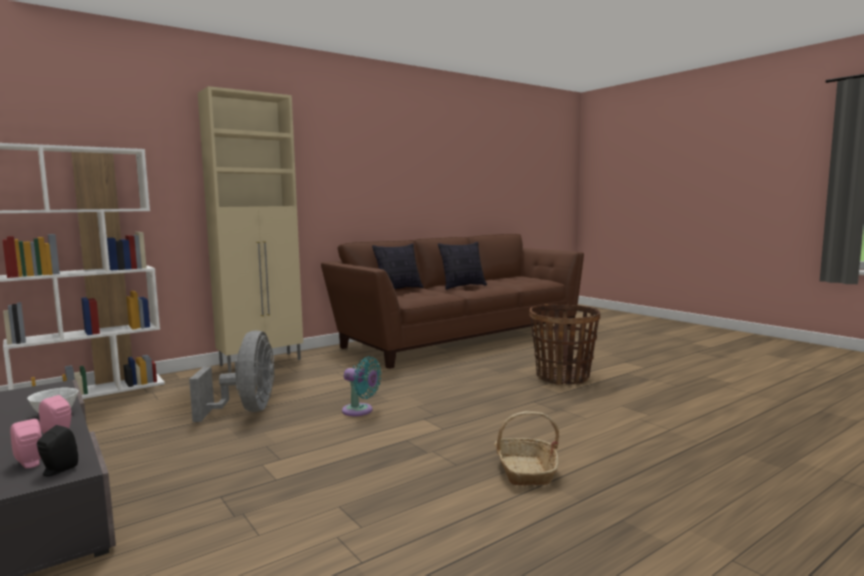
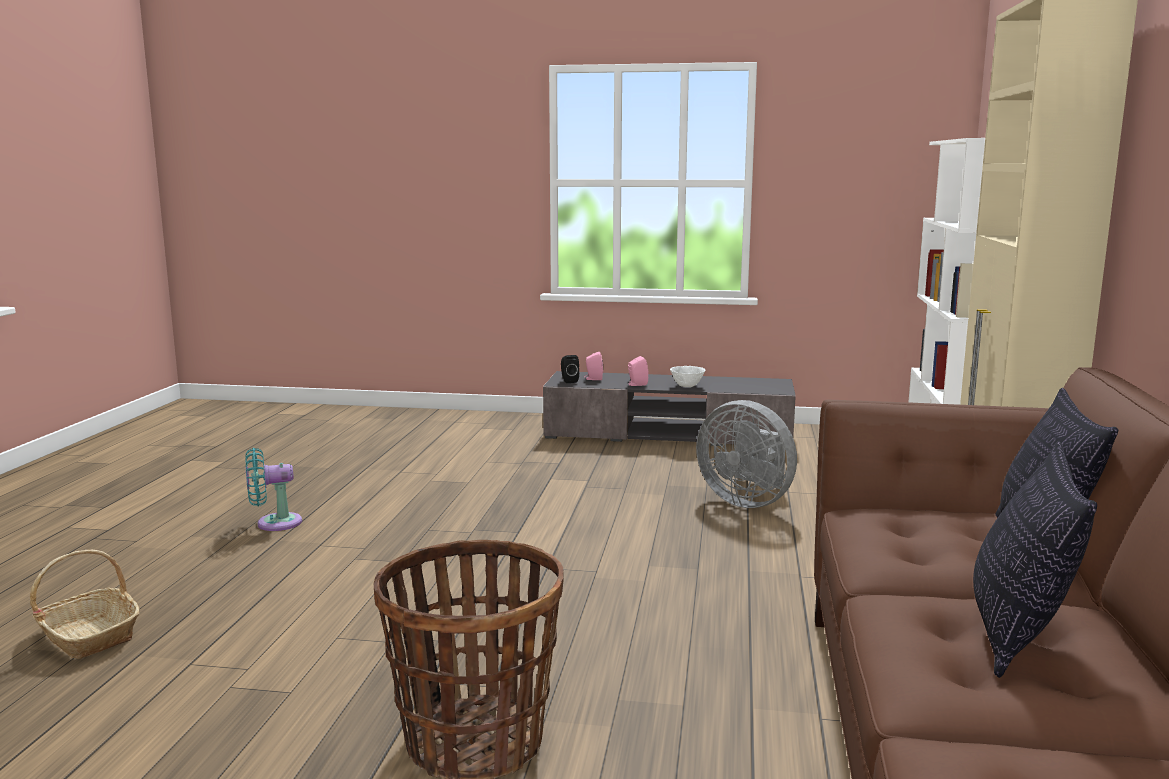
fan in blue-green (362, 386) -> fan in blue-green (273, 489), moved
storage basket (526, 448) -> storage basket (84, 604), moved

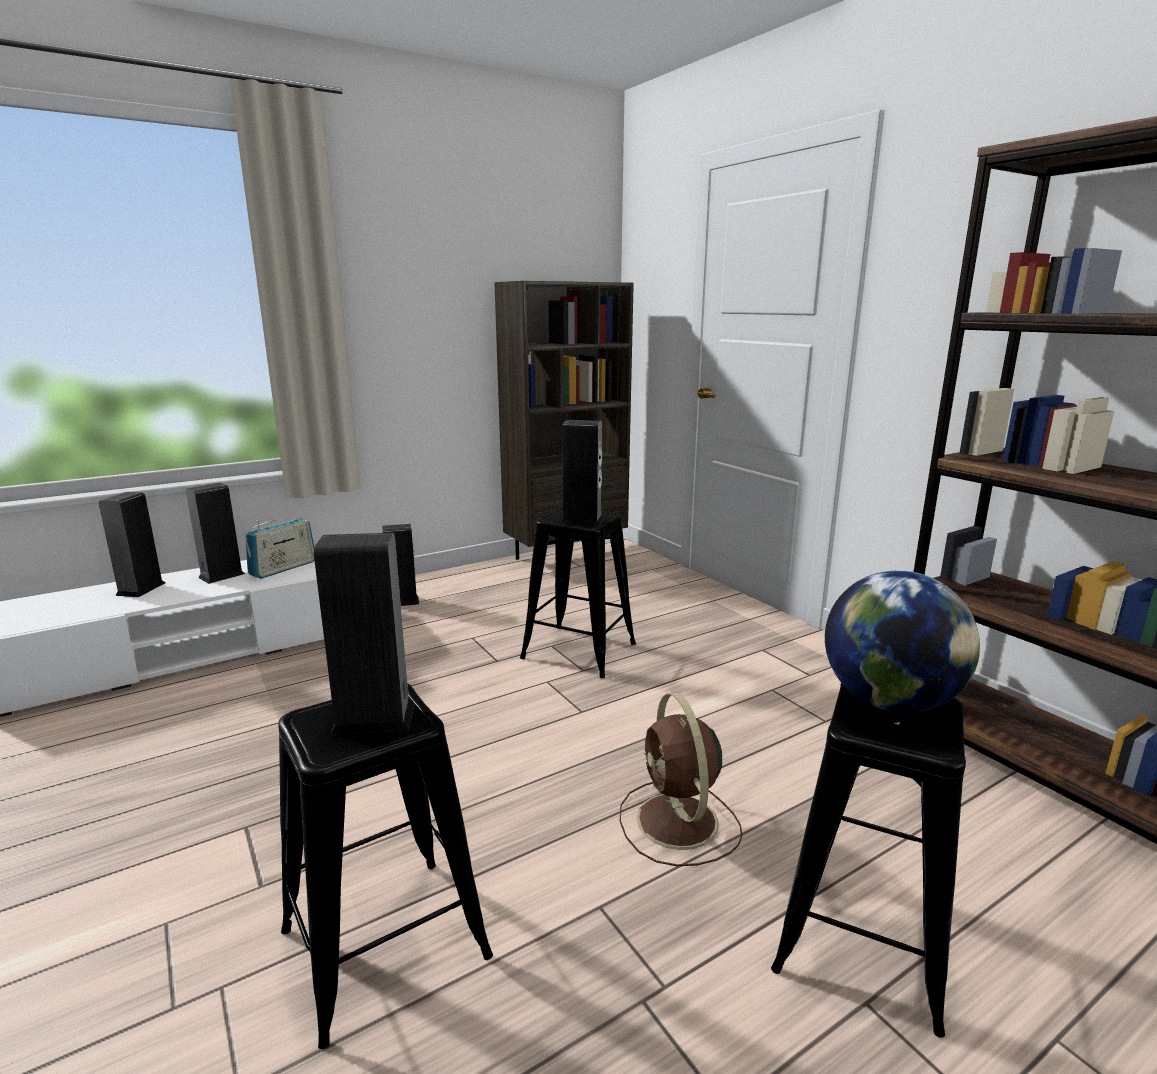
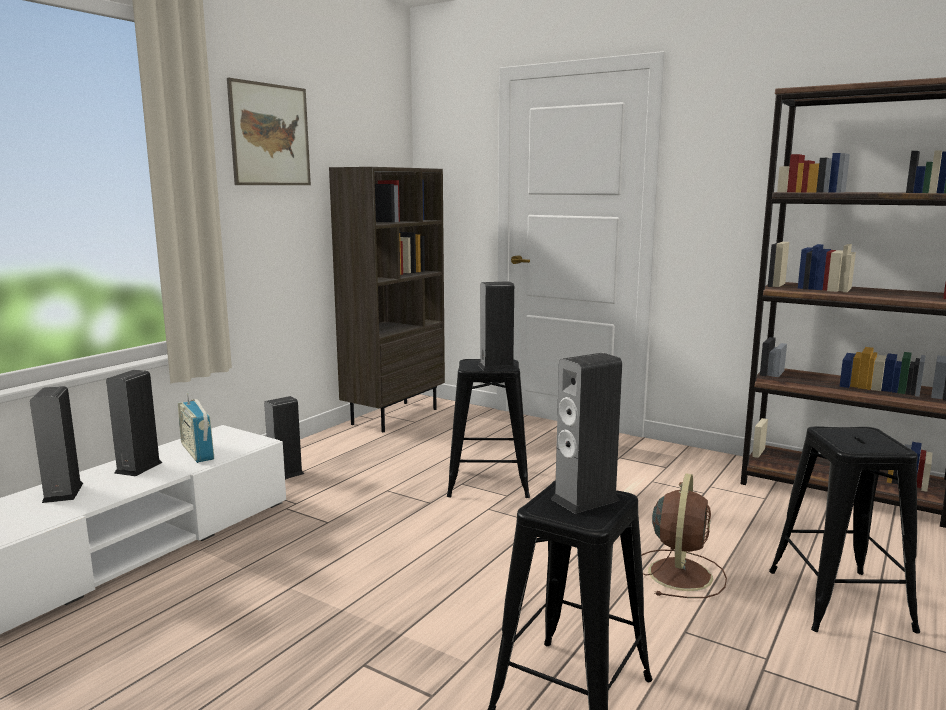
radio (279, 548) -> radio (196, 428), 135 degrees clockwise
fan in brown (681, 779) -> fan in brown (684, 535), 120 degrees counterclockwise
desk globe (902, 642) -> none
none -> wall picture (269, 131)

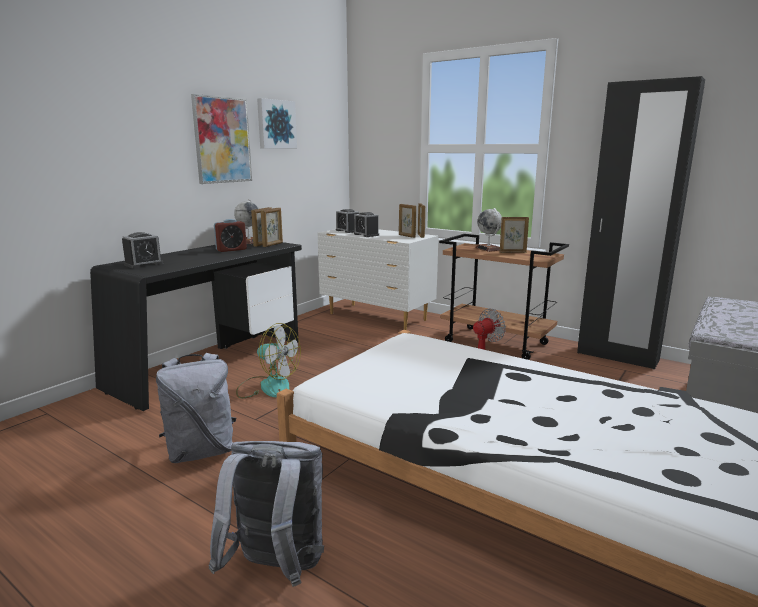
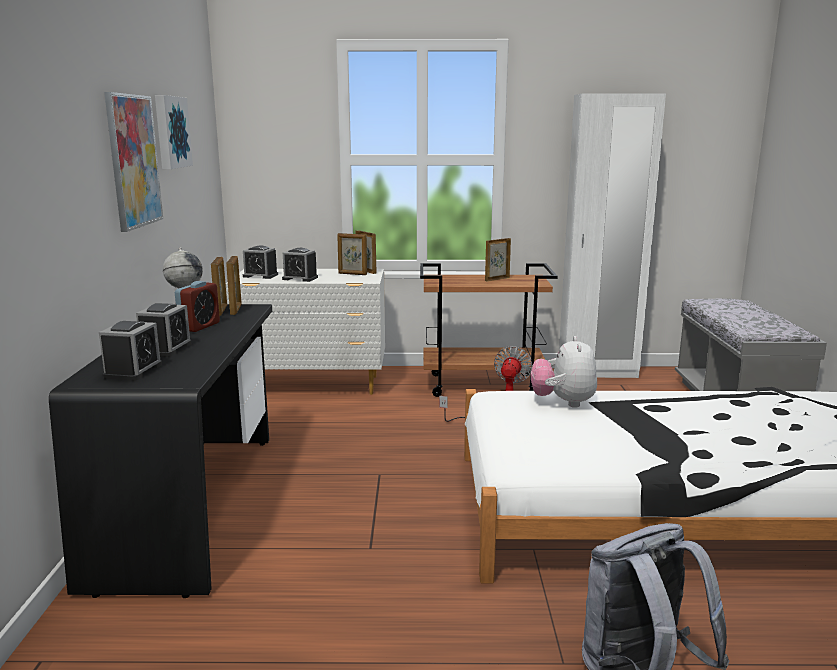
knapsack in grey (196, 408) -> none
fan (268, 360) -> none
desk globe (488, 230) -> none
clothes cupboard in black (641, 222) -> clothes cupboard in whitish (612, 236)
none -> bedside clock (163, 330)
none -> plush toy (564, 372)

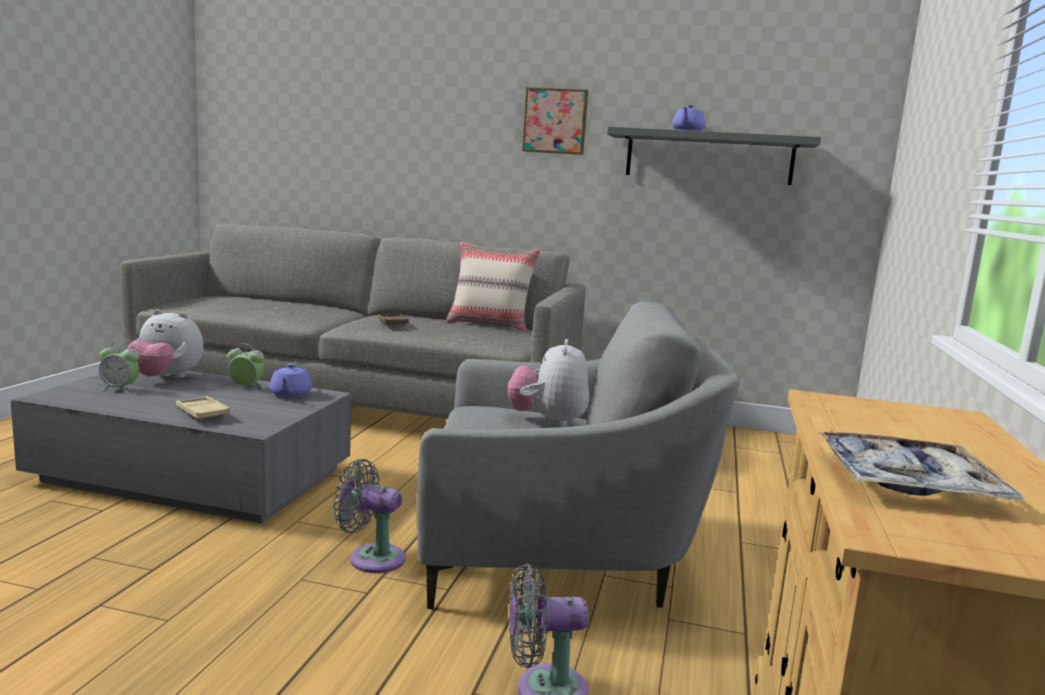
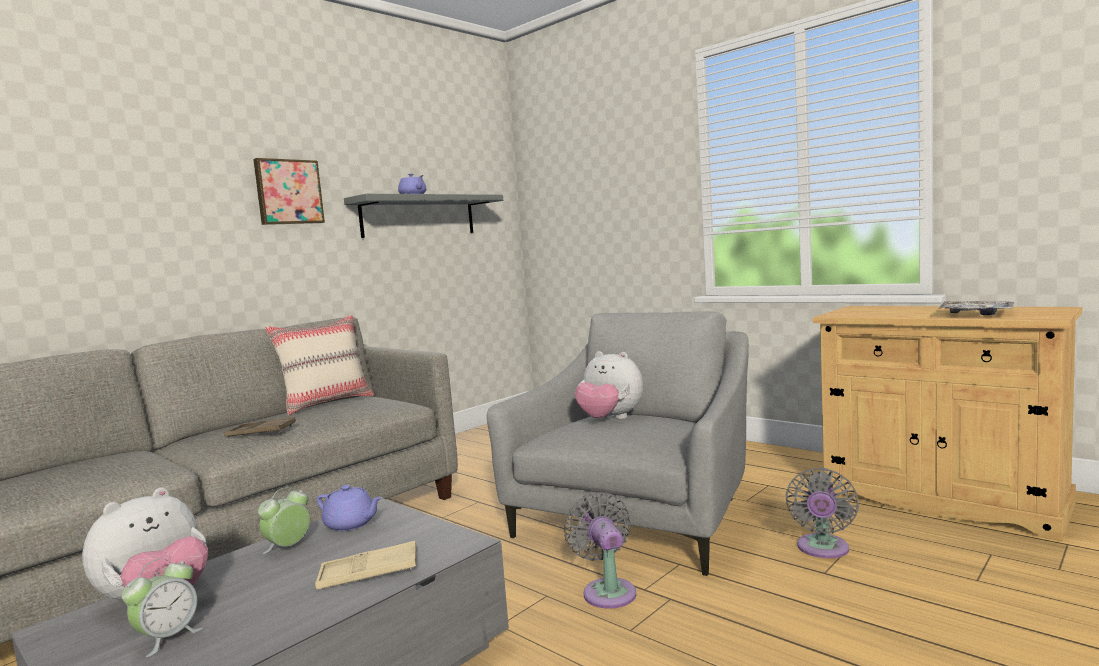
fan in grey (369, 516) -> fan in grey (600, 550), 120 degrees clockwise

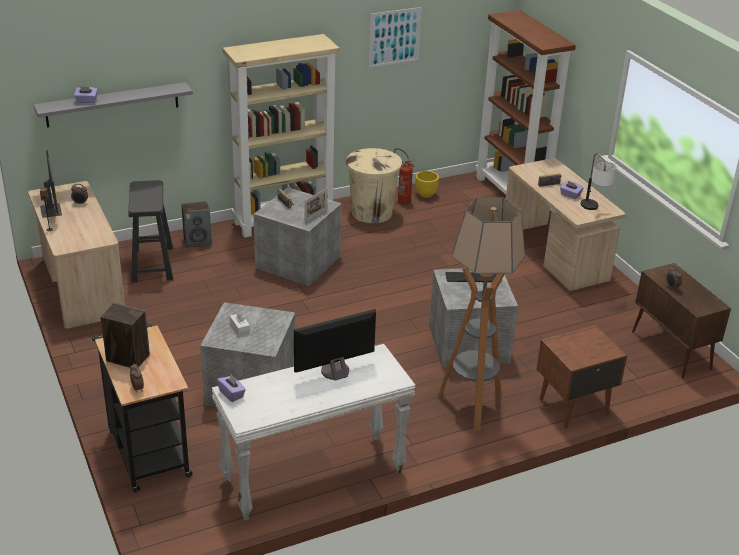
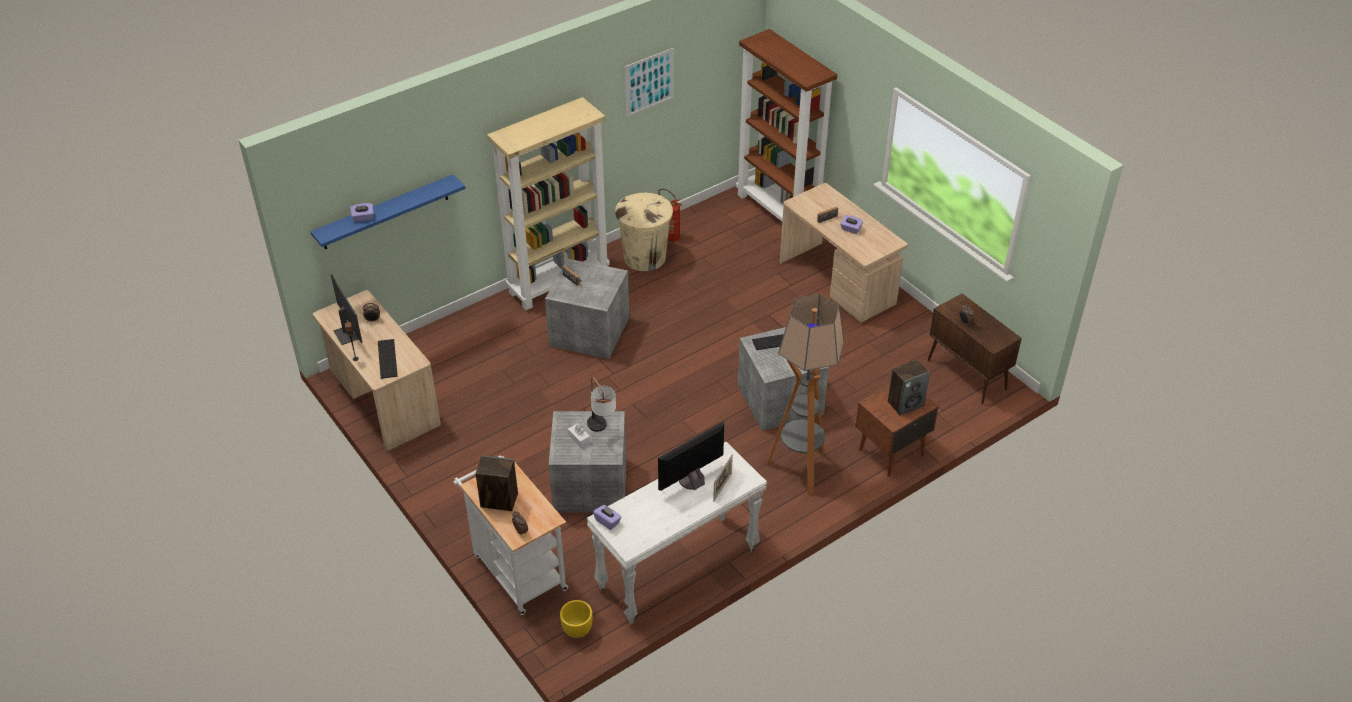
bracket shelf in grey (113, 105) -> bracket shelf in blue (388, 211)
wheeled cart in black (142, 407) -> wheeled cart in whitish (510, 535)
stool in black (150, 231) -> none
audio speaker (196, 224) -> audio speaker (909, 387), moved
picture frame (315, 205) -> picture frame (723, 478), moved
planter in yellow-coloured (427, 184) -> planter in yellow-coloured (576, 619), moved
lamp for a table (599, 181) -> lamp for a table (601, 404), moved
none -> PC keyboard (388, 359)

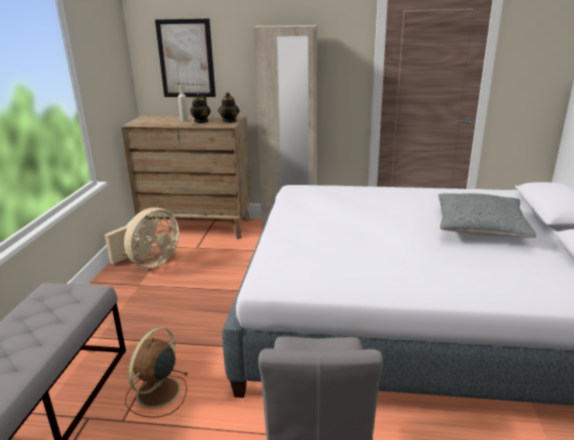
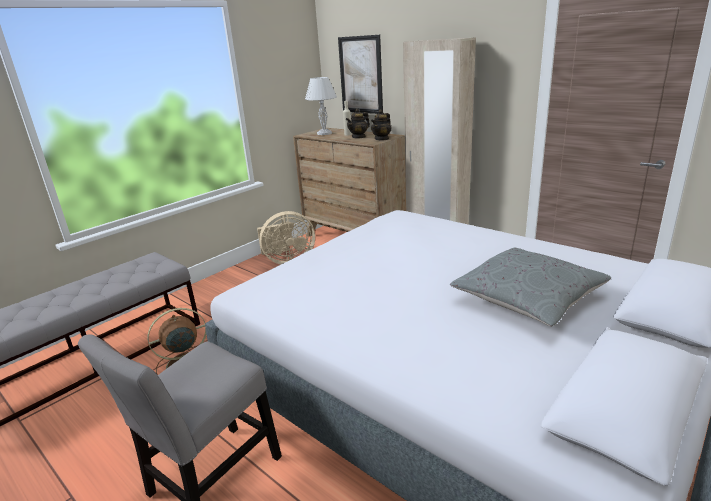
none -> lamp for a table in whitish (321, 106)

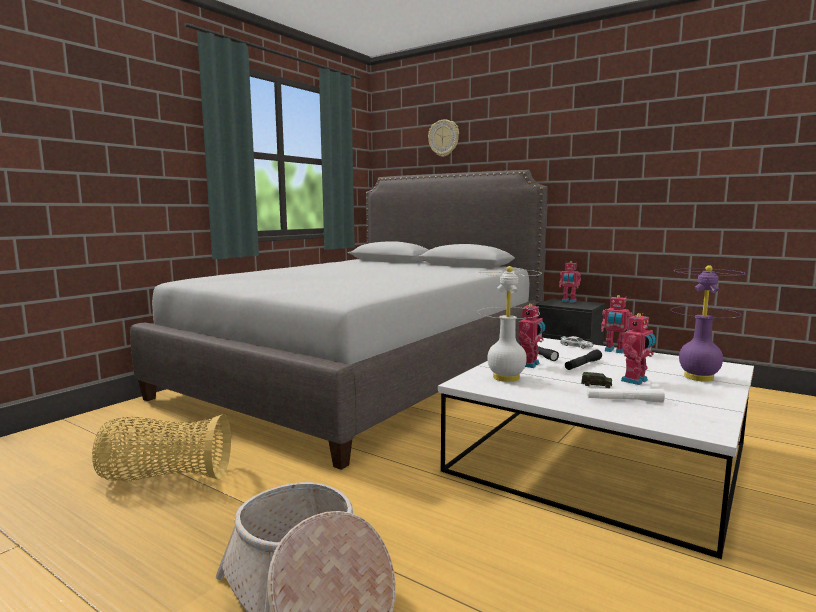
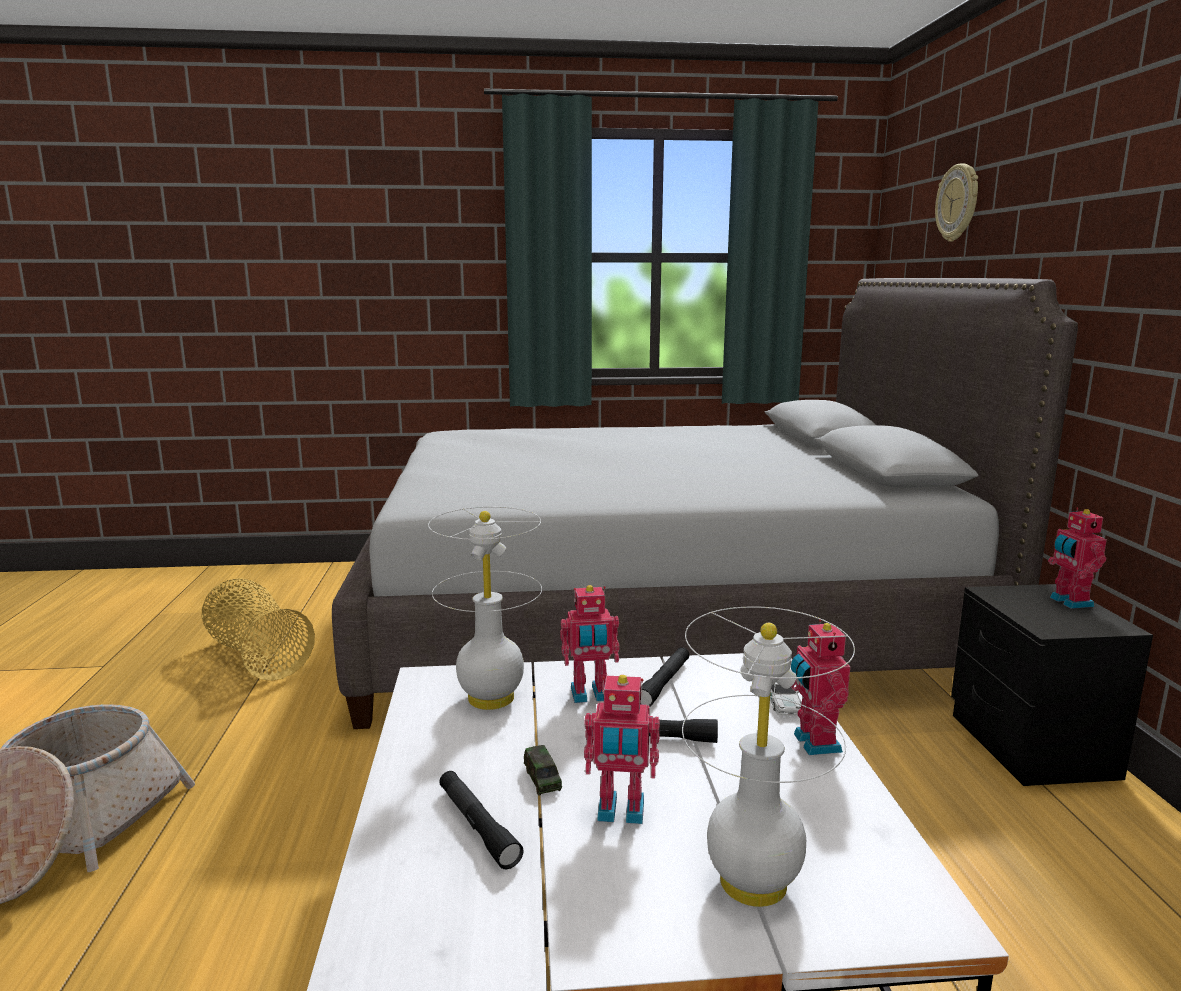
hand torch in whitish (626, 395) -> hand torch in black (481, 820)
lamp for a table in purple (708, 323) -> lamp for a table in whitish (768, 756)

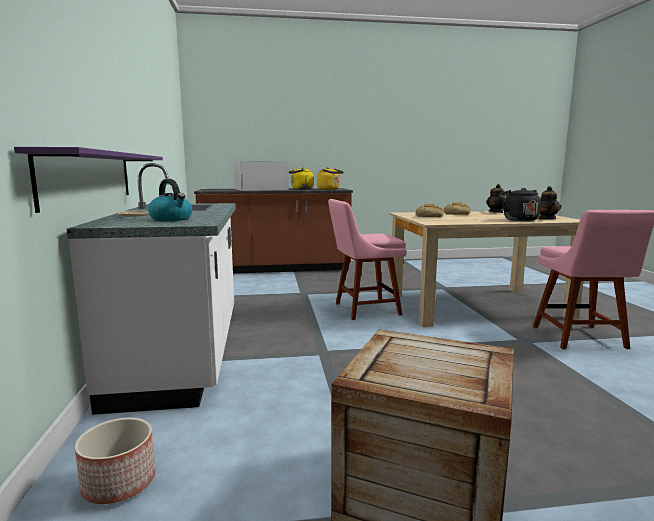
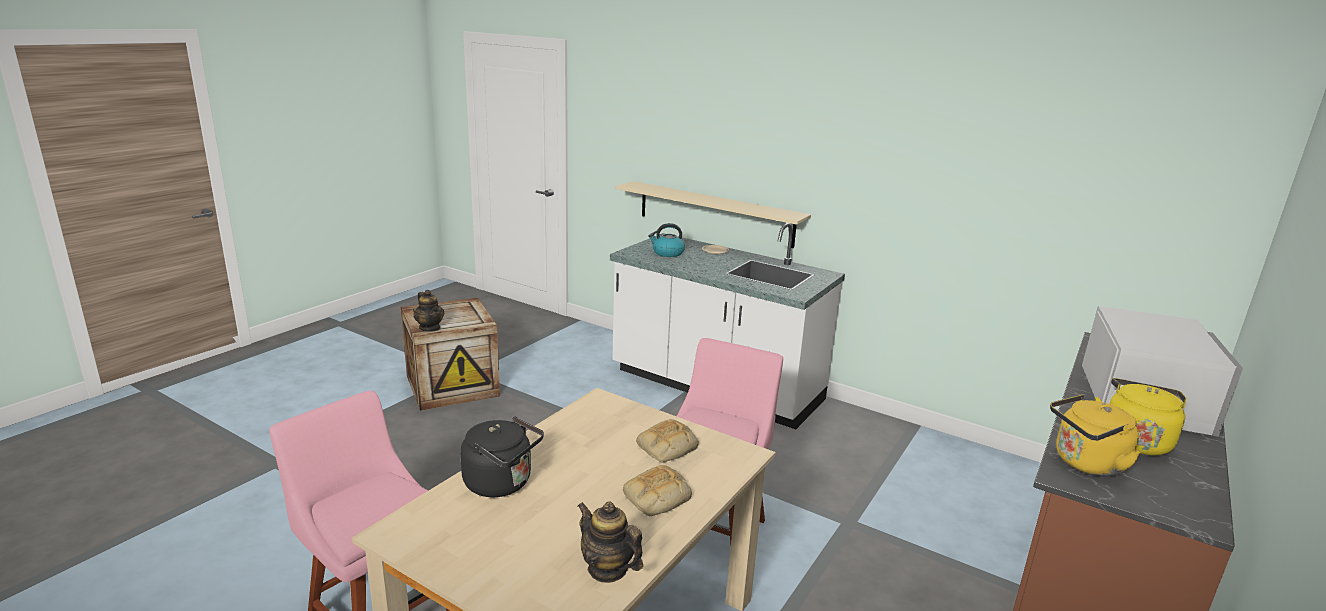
bracket shelf in purple (88, 180) -> bracket shelf in sand-coloured (713, 214)
planter (115, 461) -> none
tea pot (549, 202) -> tea pot (429, 311), moved

